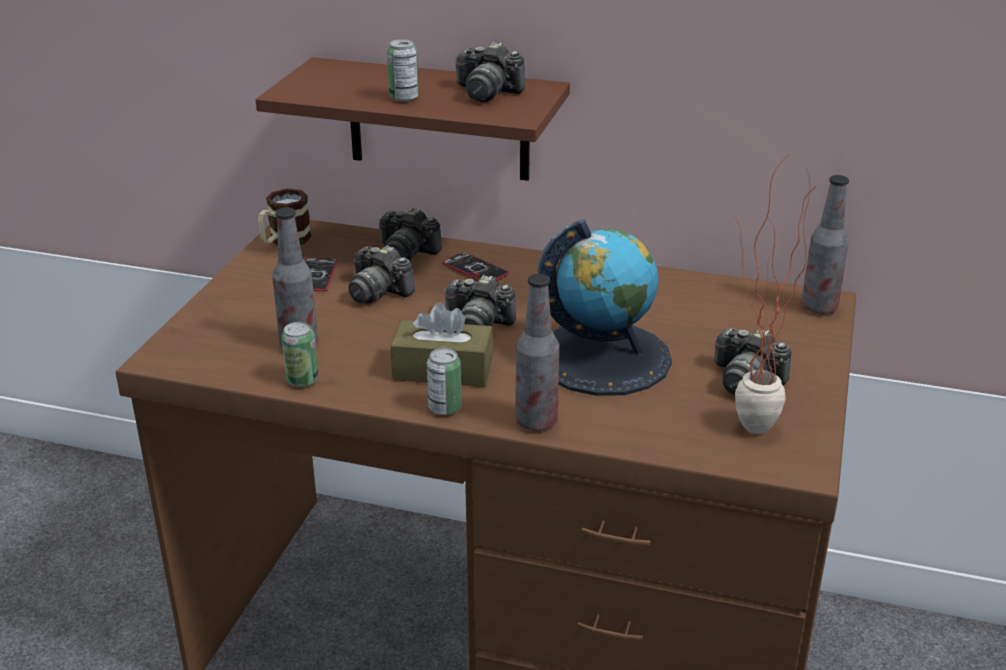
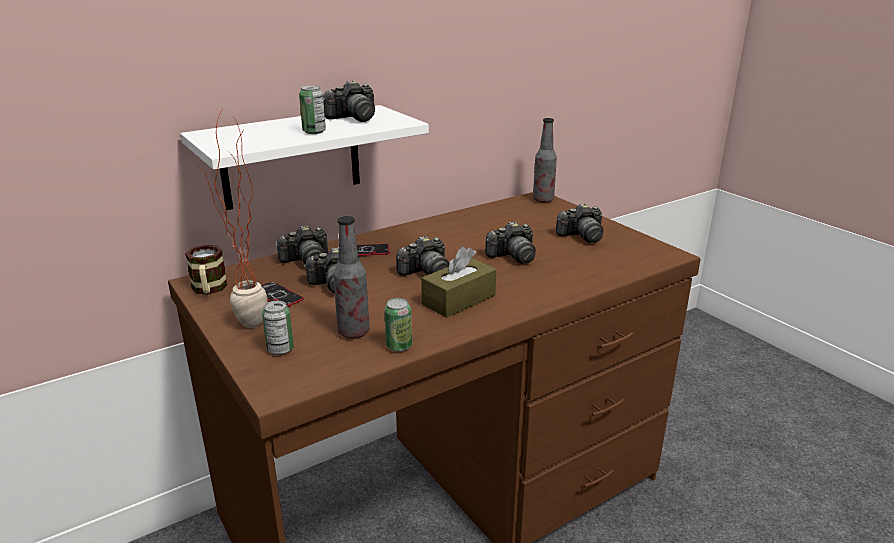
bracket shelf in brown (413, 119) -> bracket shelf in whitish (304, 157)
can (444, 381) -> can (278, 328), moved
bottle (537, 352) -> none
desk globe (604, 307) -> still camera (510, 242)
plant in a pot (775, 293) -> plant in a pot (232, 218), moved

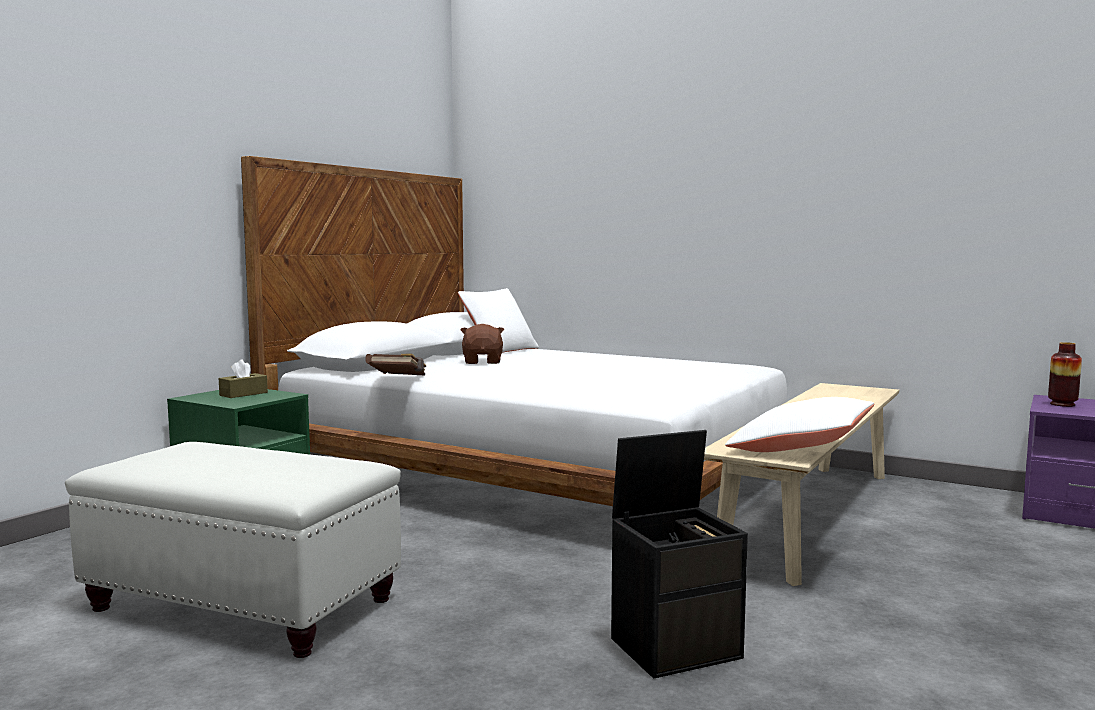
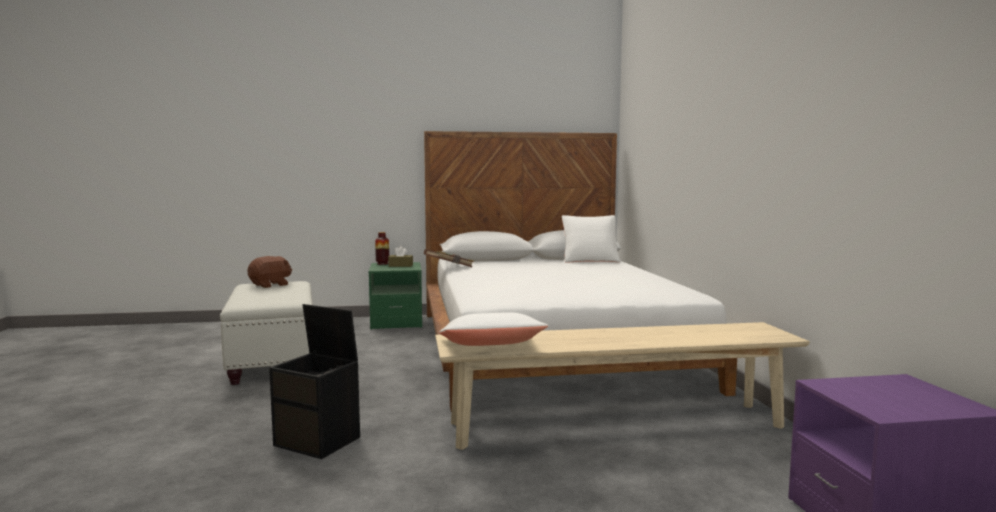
plush toy in brown (482, 344) -> plush toy in brown (270, 272), moved
decorative vase (1065, 374) -> decorative vase (382, 248), moved

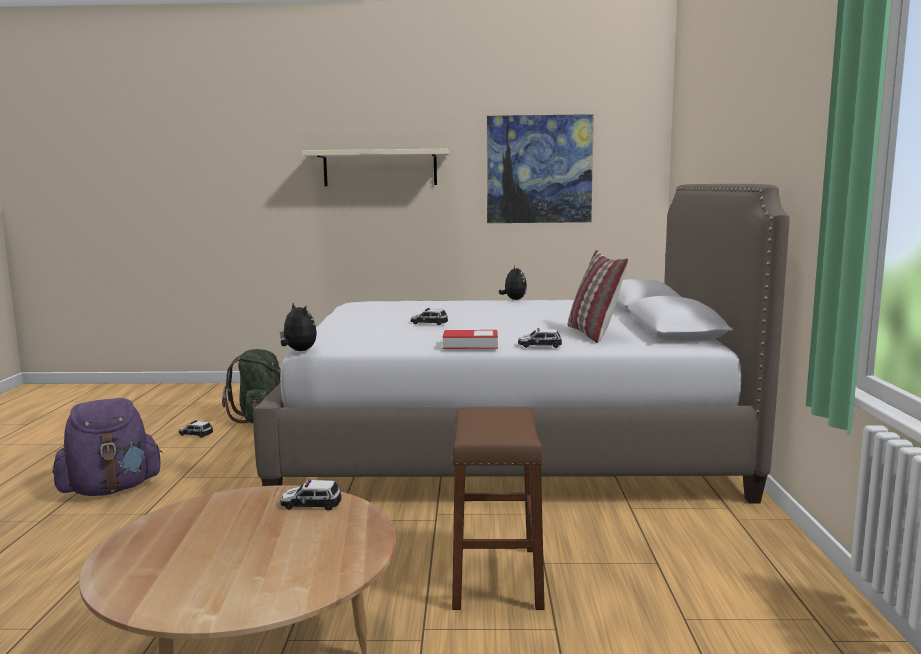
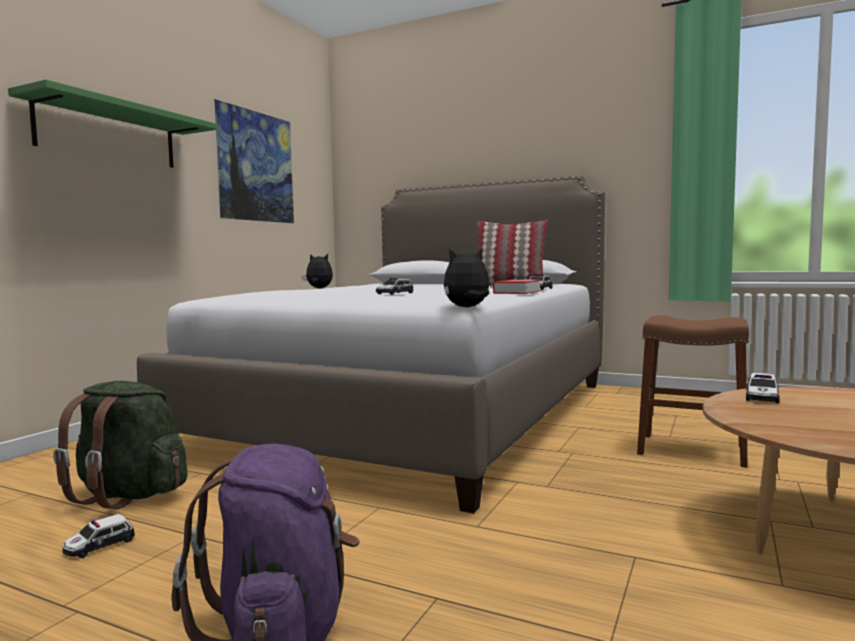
bracket shelf in sand-coloured (375, 167) -> bracket shelf in greenish (112, 123)

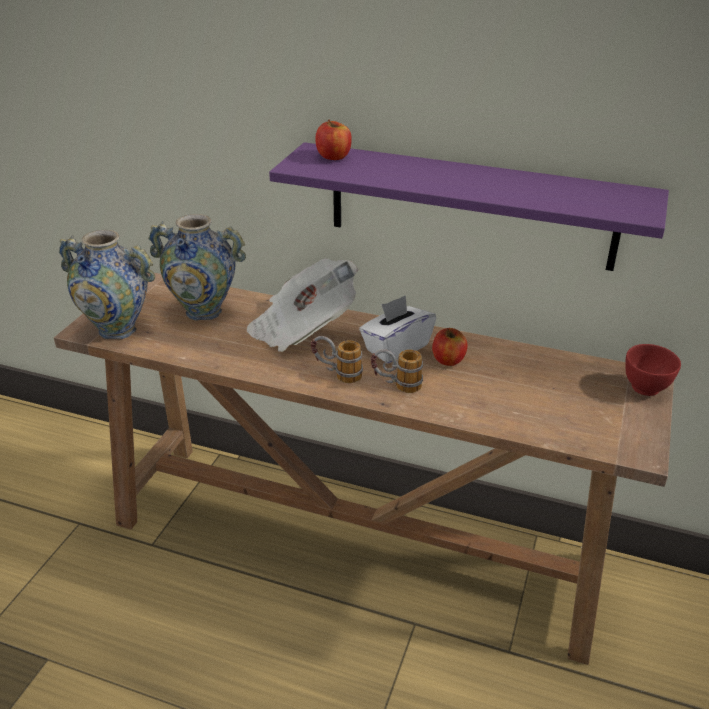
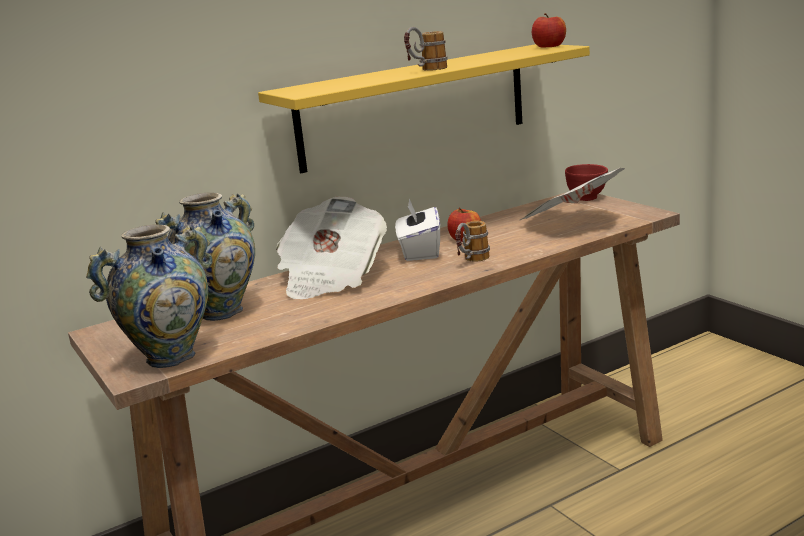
bracket shelf in purple (469, 206) -> bracket shelf in yellow-coloured (424, 108)
tea mug (337, 359) -> tea mug (426, 49), moved
apple (333, 140) -> apple (549, 30), moved
none -> printed paper (572, 194)

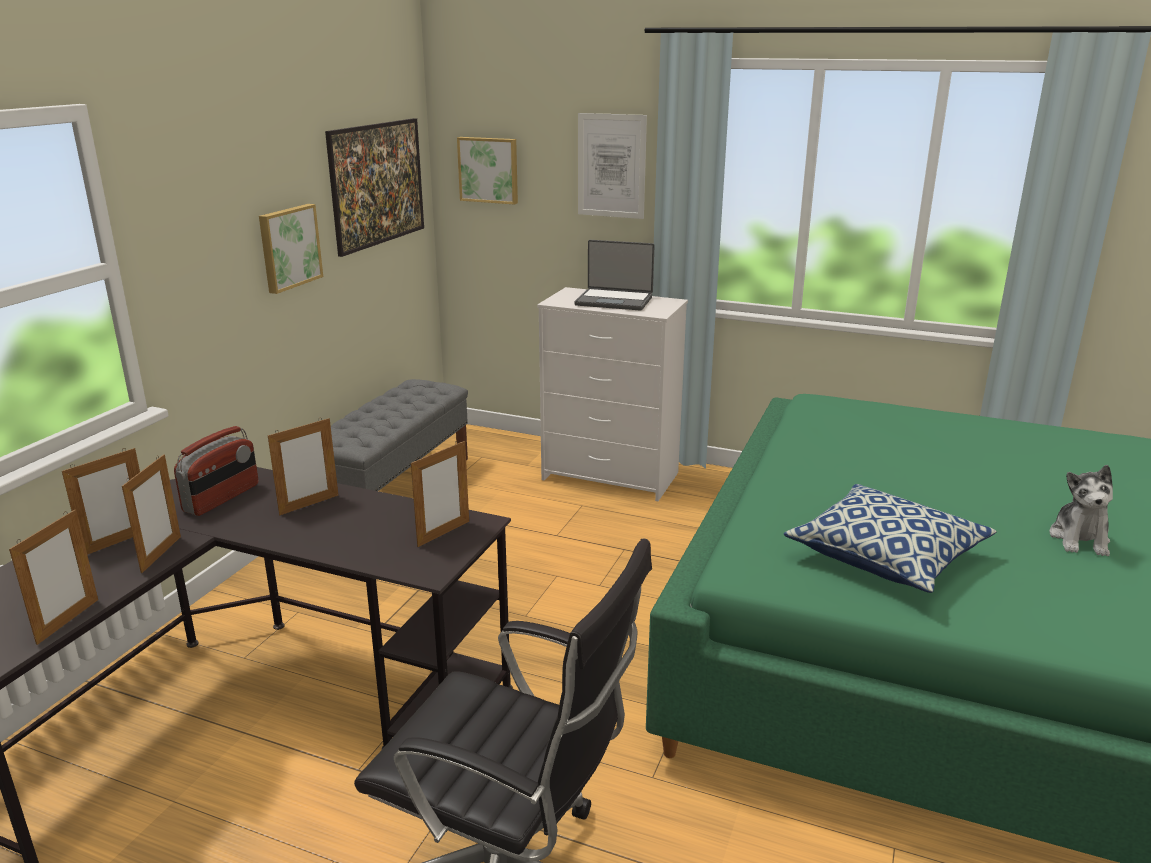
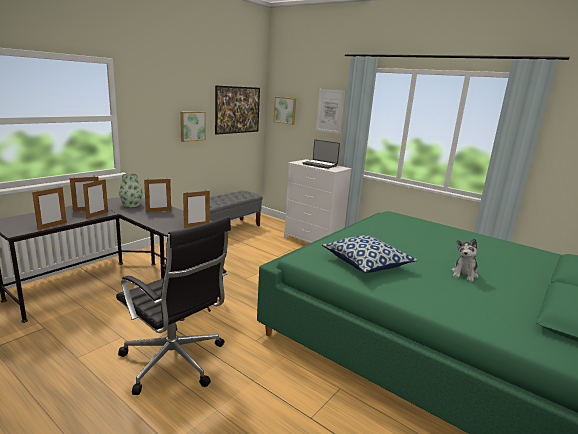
radio (216, 471) -> decorative vase (131, 190)

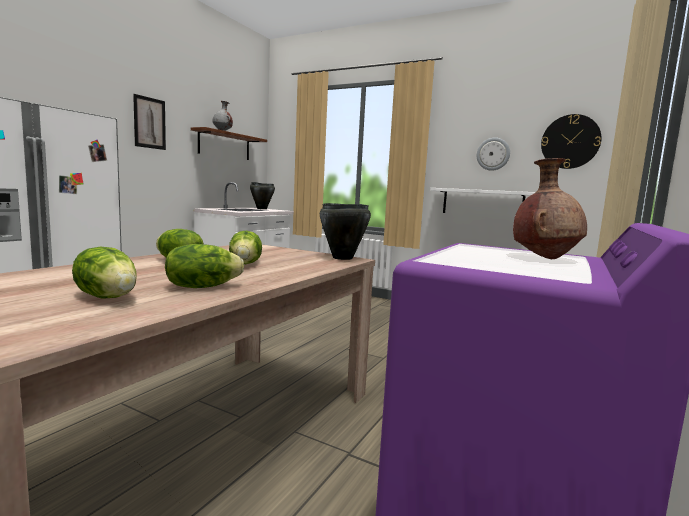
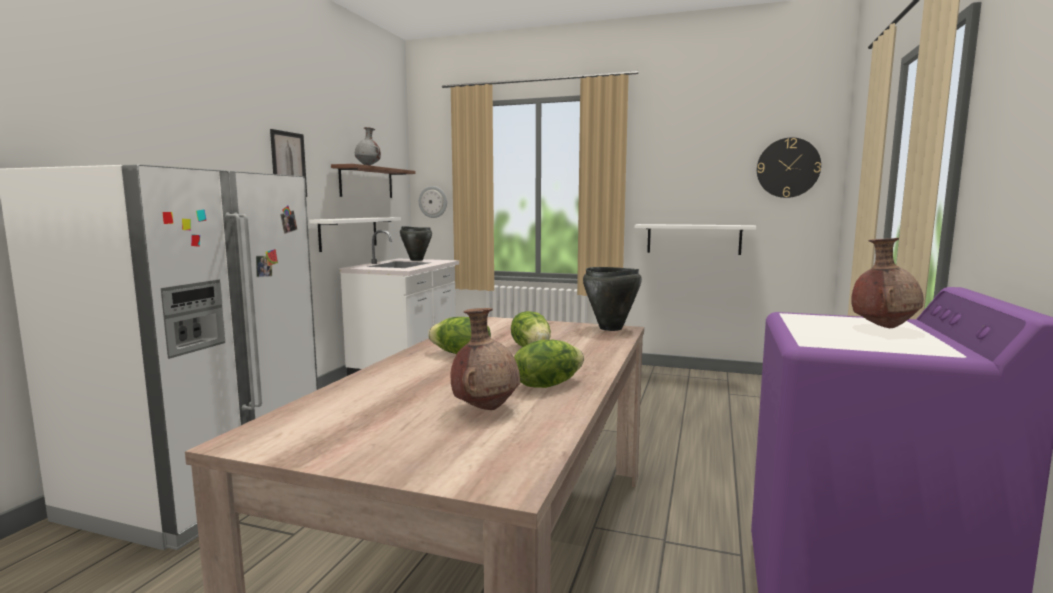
head of lettuce (104, 272) -> decorative vase in brown (485, 359)
wall clock (493, 154) -> wall clock (433, 202), moved
none -> bracket shelf in whitish (355, 234)

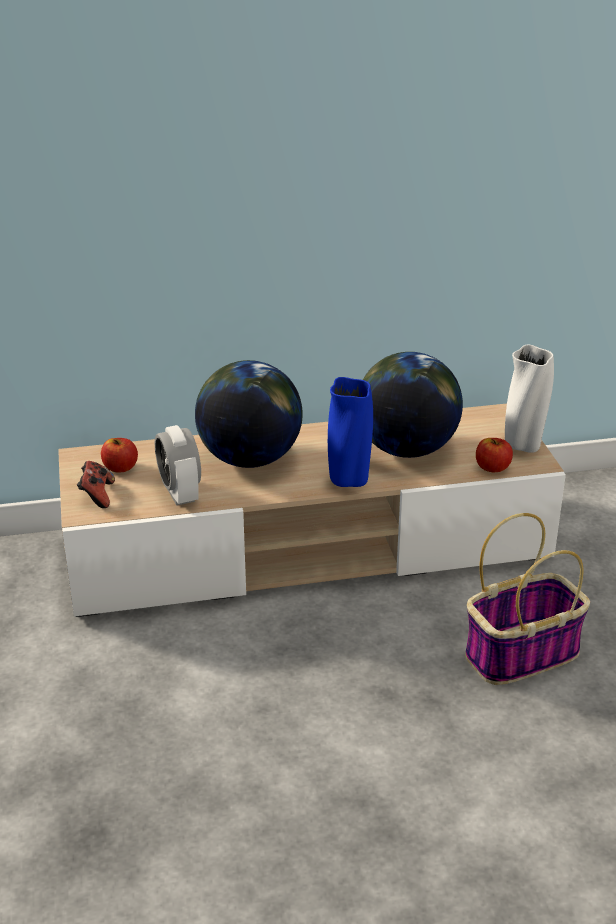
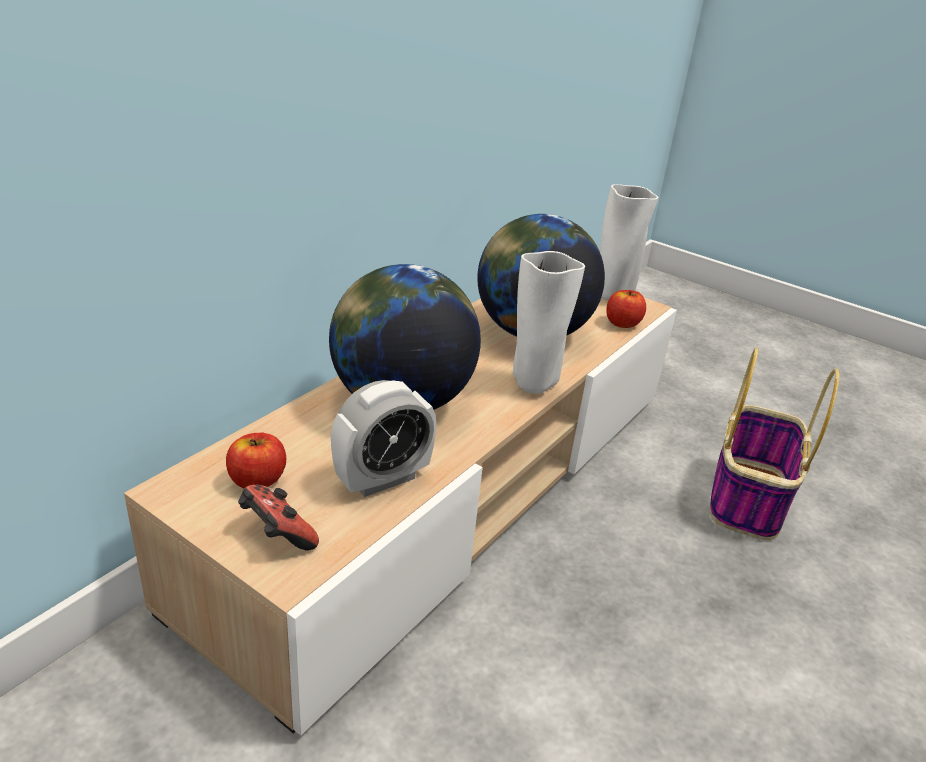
bedside clock (178, 465) -> bedside clock (383, 438), 60 degrees counterclockwise
decorative vase in blue (350, 432) -> decorative vase in whitish (549, 322)

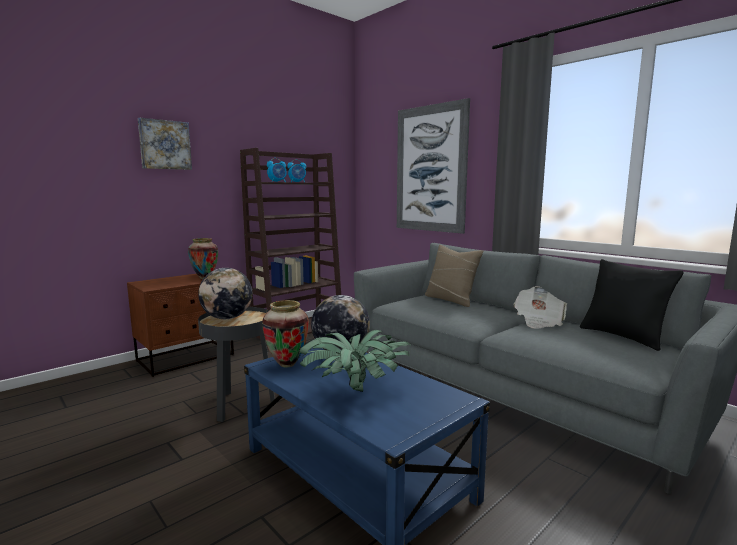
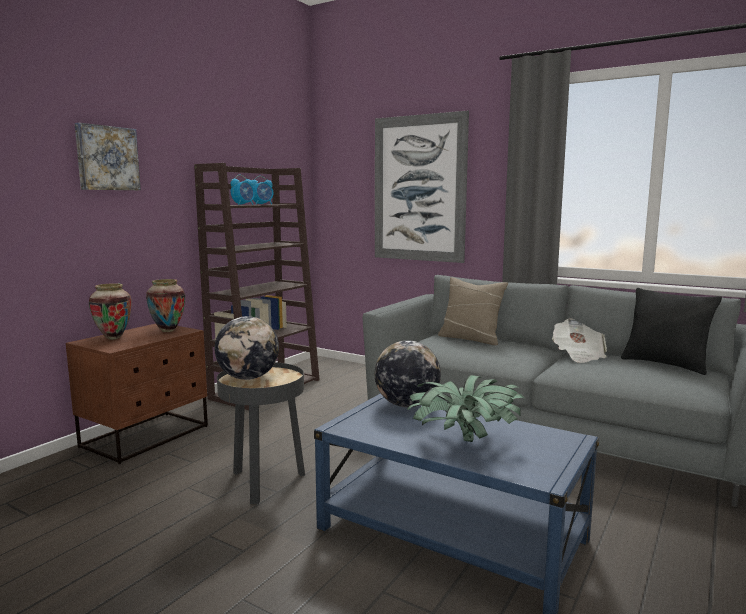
decorative vase (285, 333) -> decorative vase (110, 311), moved

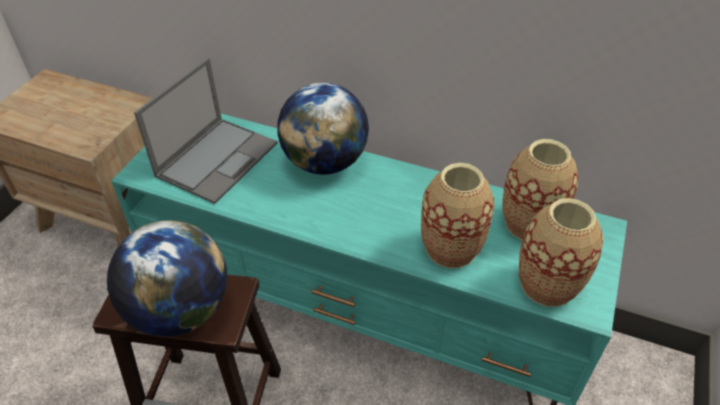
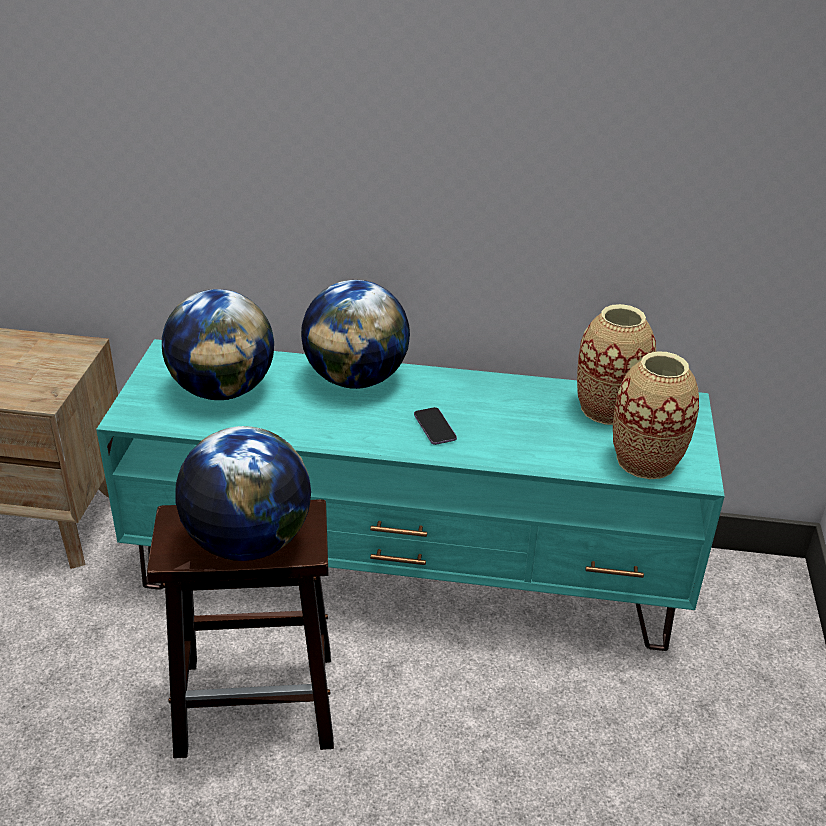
portable computer (205, 131) -> desk globe (218, 344)
decorative vase (457, 215) -> none
none -> handset (435, 426)

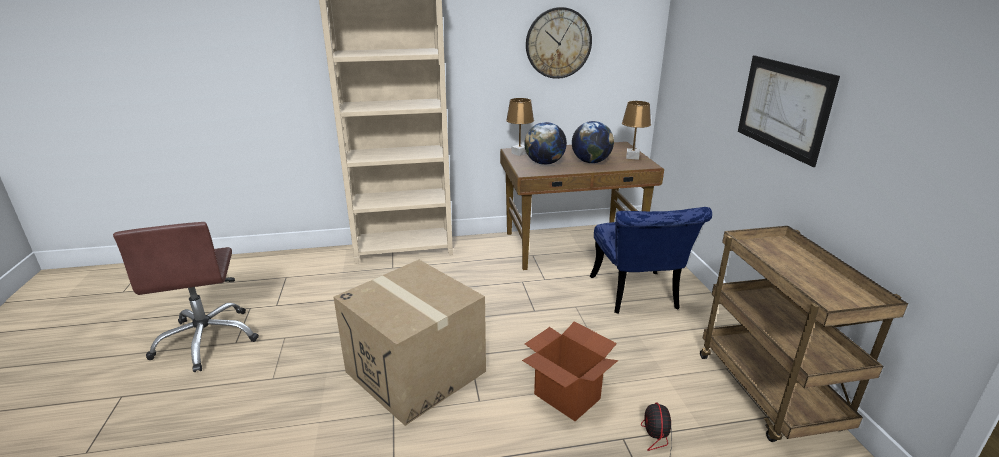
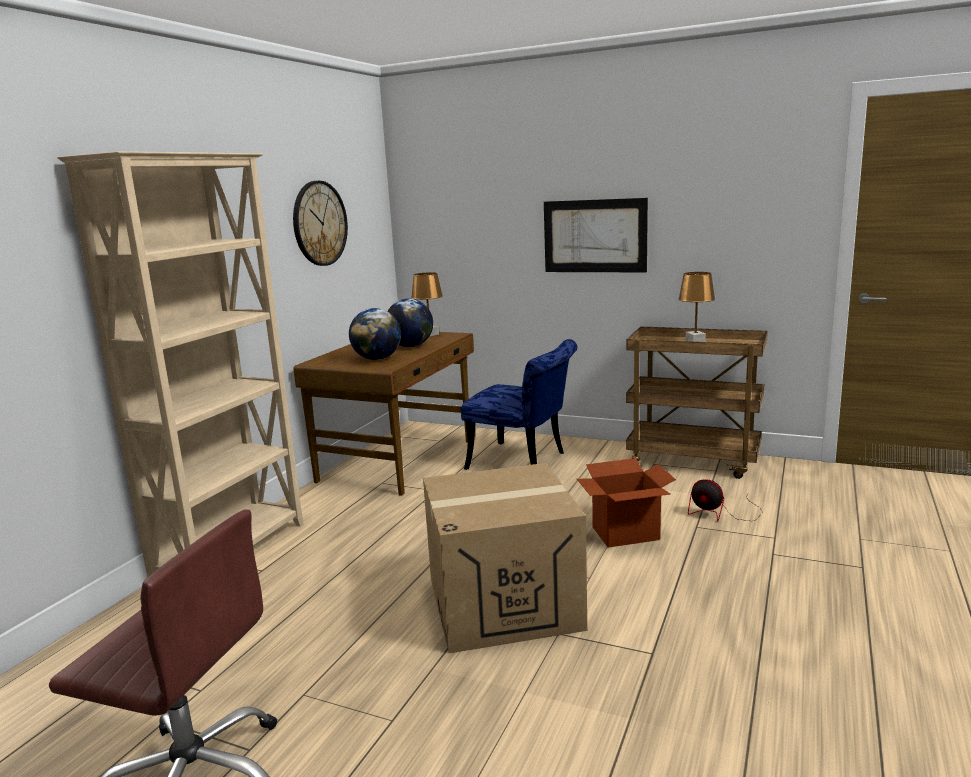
lamp for a table in brown (520, 127) -> lamp for a table in brown (696, 307), moved

